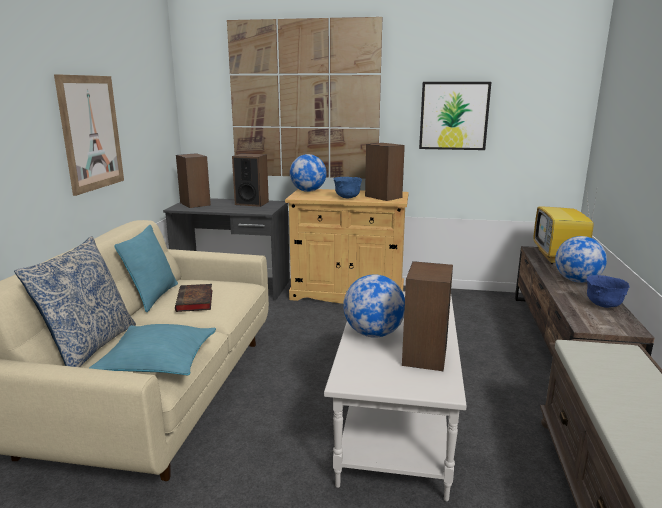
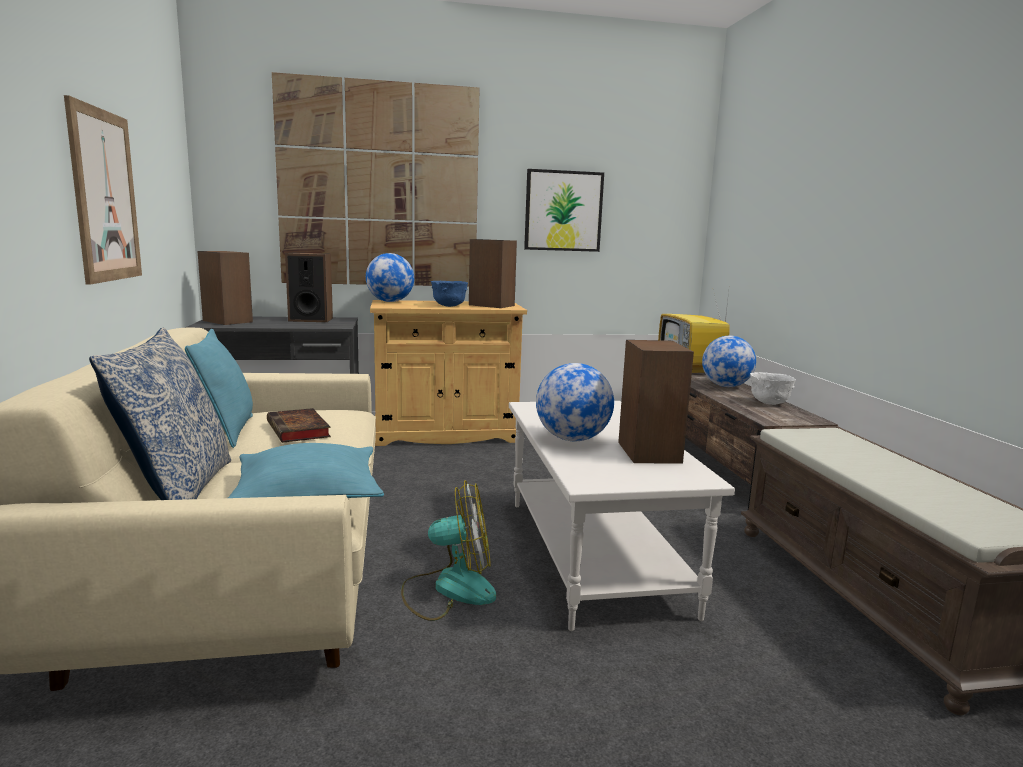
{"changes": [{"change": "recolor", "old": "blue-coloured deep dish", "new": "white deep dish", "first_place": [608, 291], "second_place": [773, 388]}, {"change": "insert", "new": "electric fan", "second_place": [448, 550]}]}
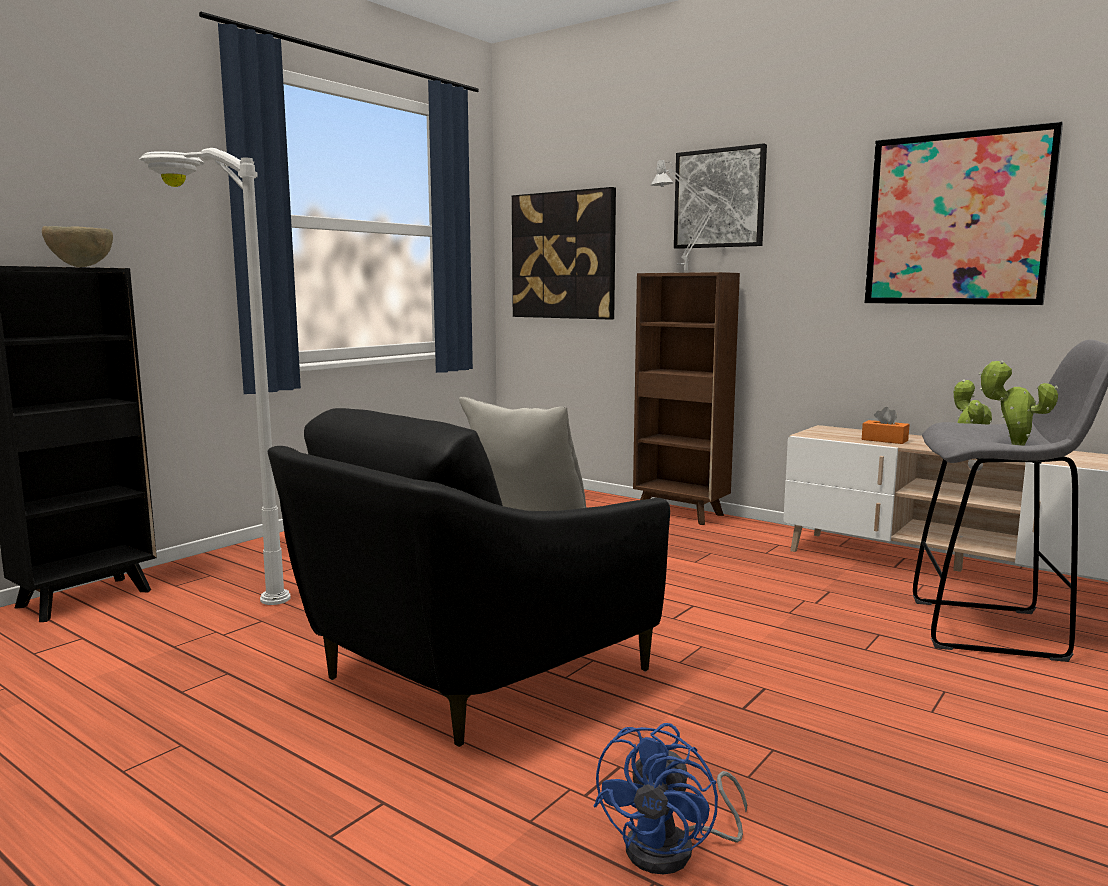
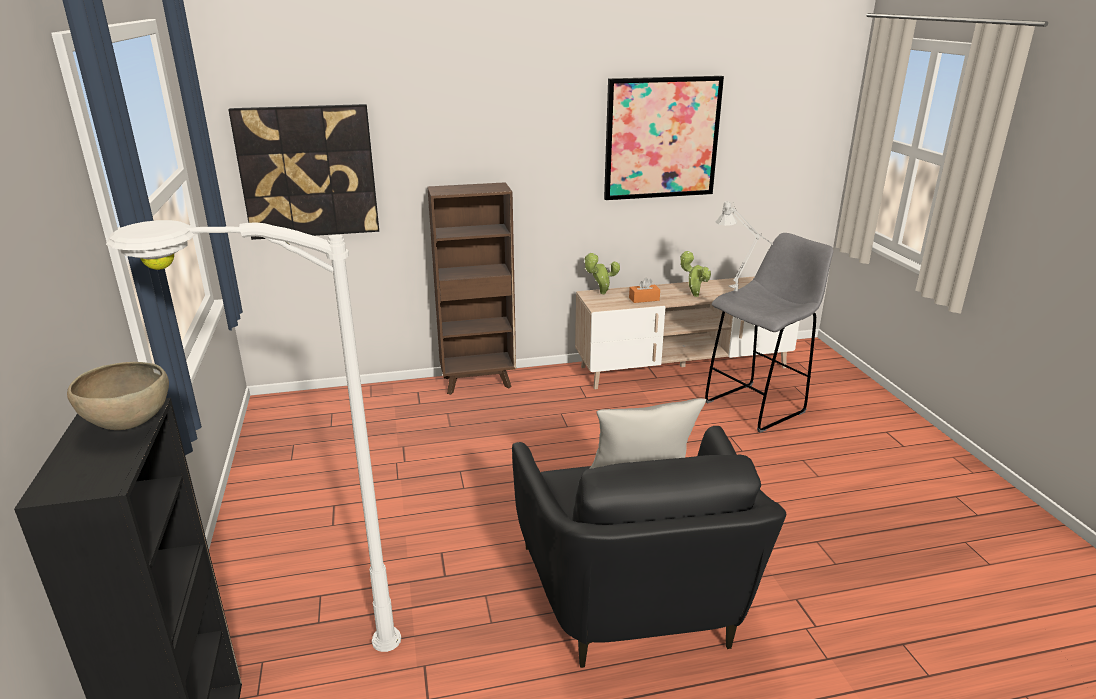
{"changes": [{"change": "delete", "old": "blue-coloured electric fan", "first_place": [670, 798]}, {"change": "move", "old": "greyish table lamp", "first_place": [694, 214], "second_place": [744, 246]}, {"change": "delete", "old": "picture", "first_place": [720, 196]}, {"change": "move", "old": "houseplant", "first_place": [1018, 403], "second_place": [602, 273]}]}
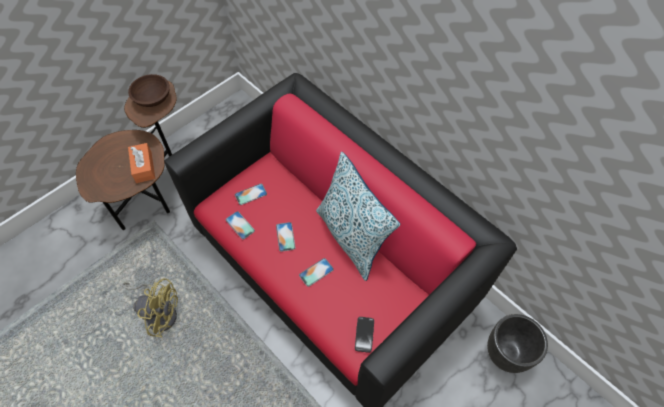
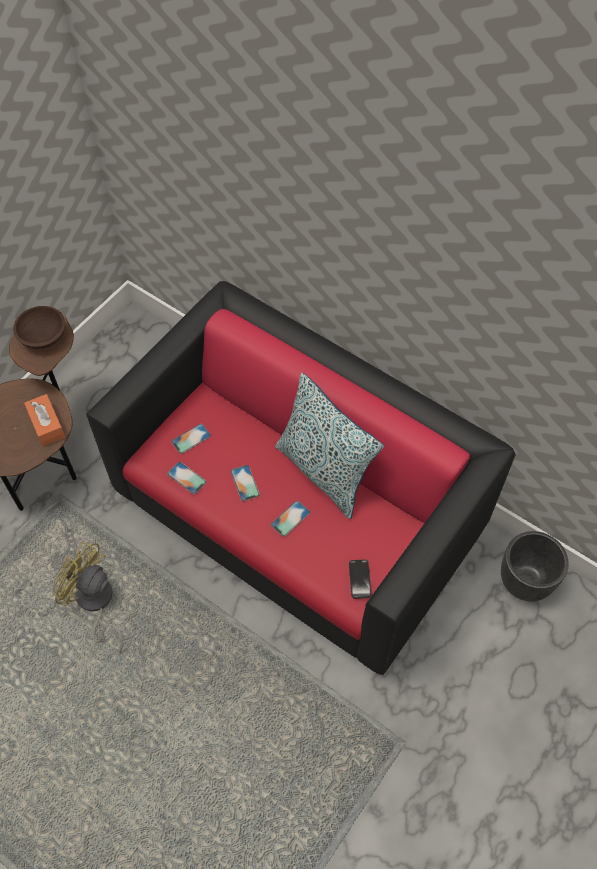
{"changes": [{"change": "rotate", "old": "yellow electric fan", "first_place": [150, 308], "second_place": [88, 597], "degrees": -150}]}
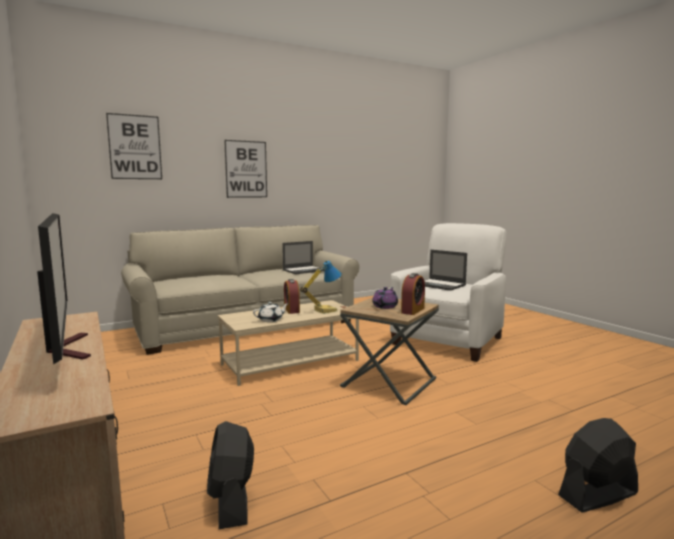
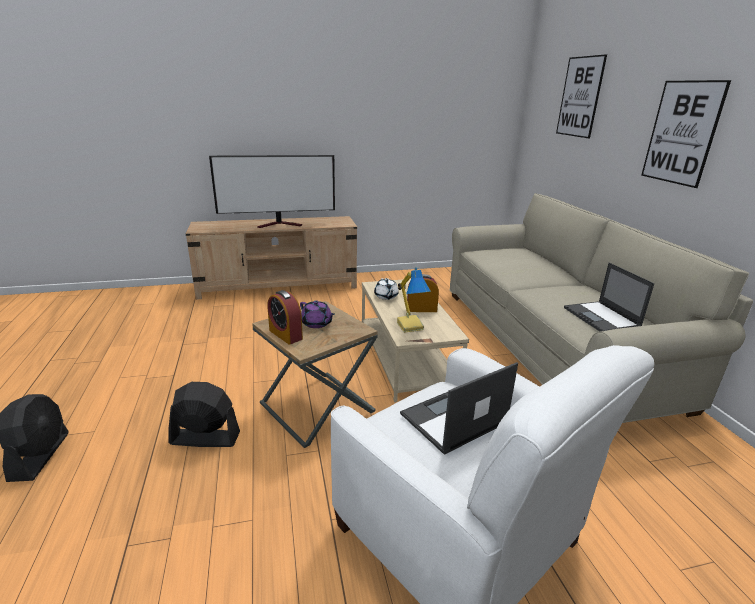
{"changes": [{"change": "move", "old": "black-coloured electric fan", "first_place": [230, 475], "second_place": [204, 414]}]}
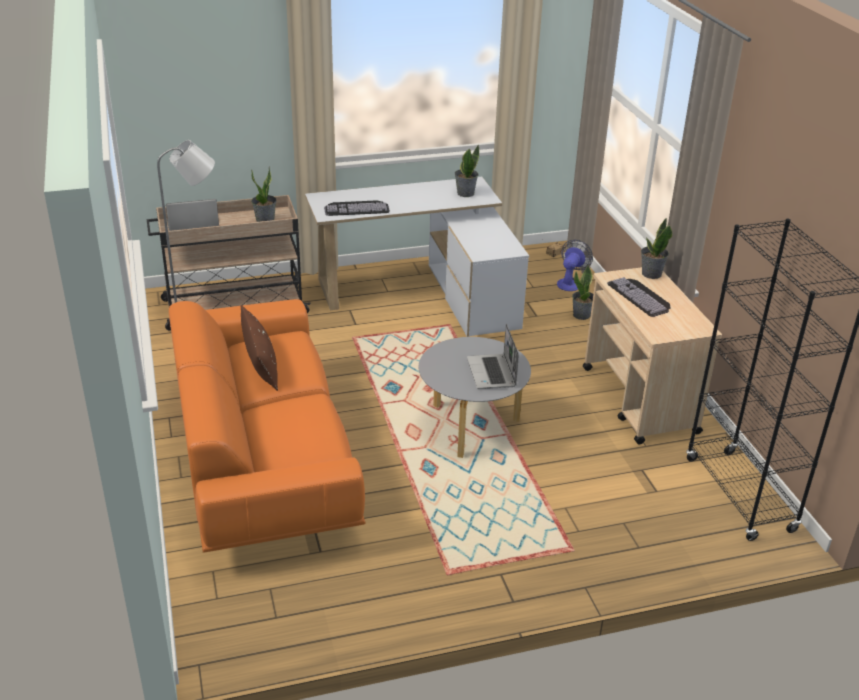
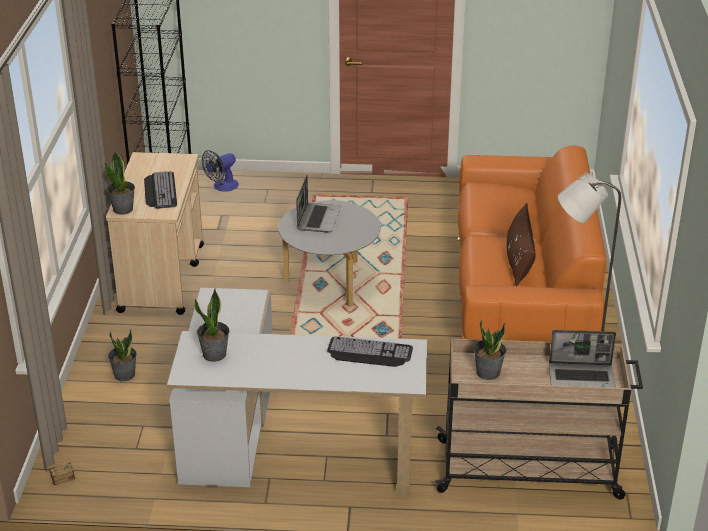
{"changes": [{"change": "move", "old": "electric fan", "first_place": [575, 265], "second_place": [220, 171]}]}
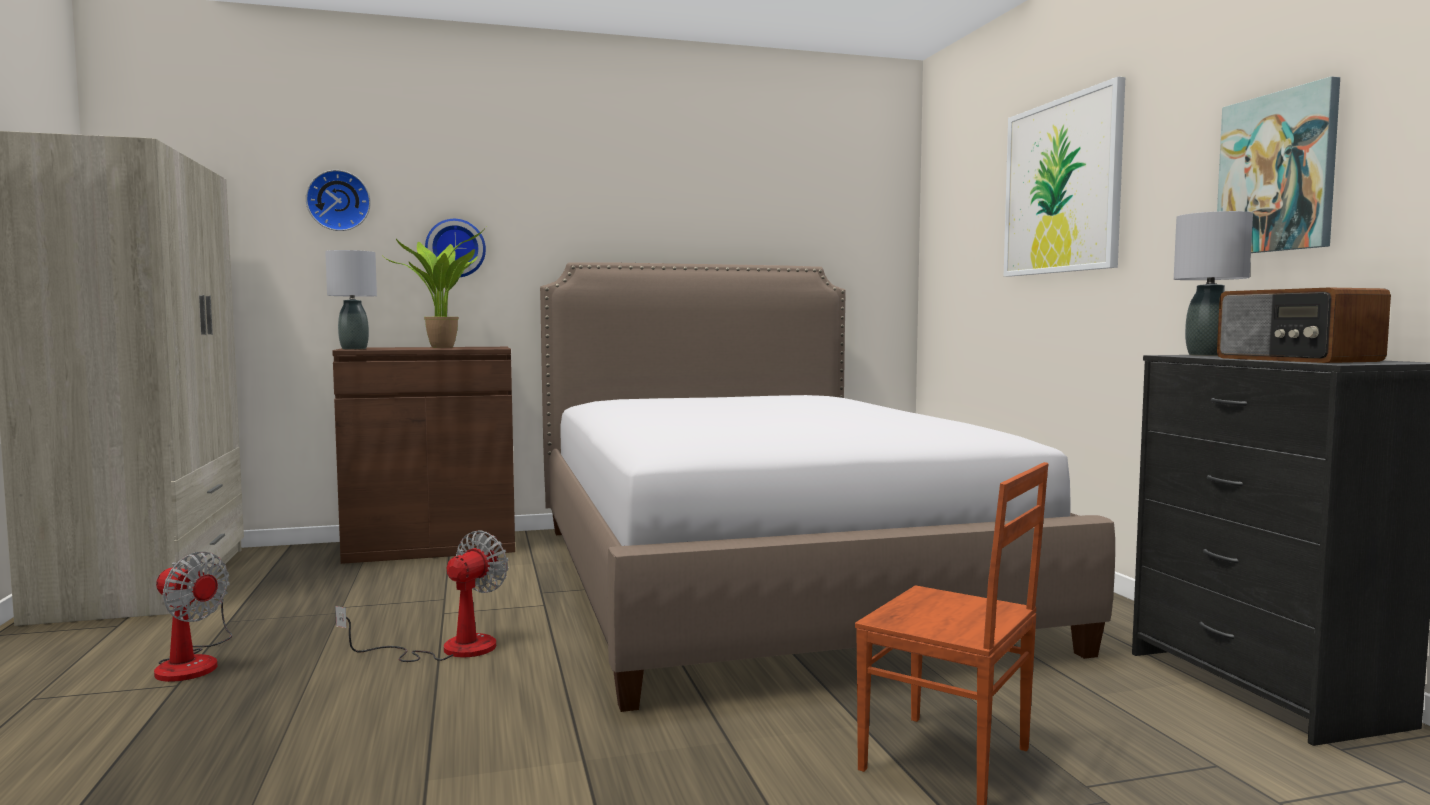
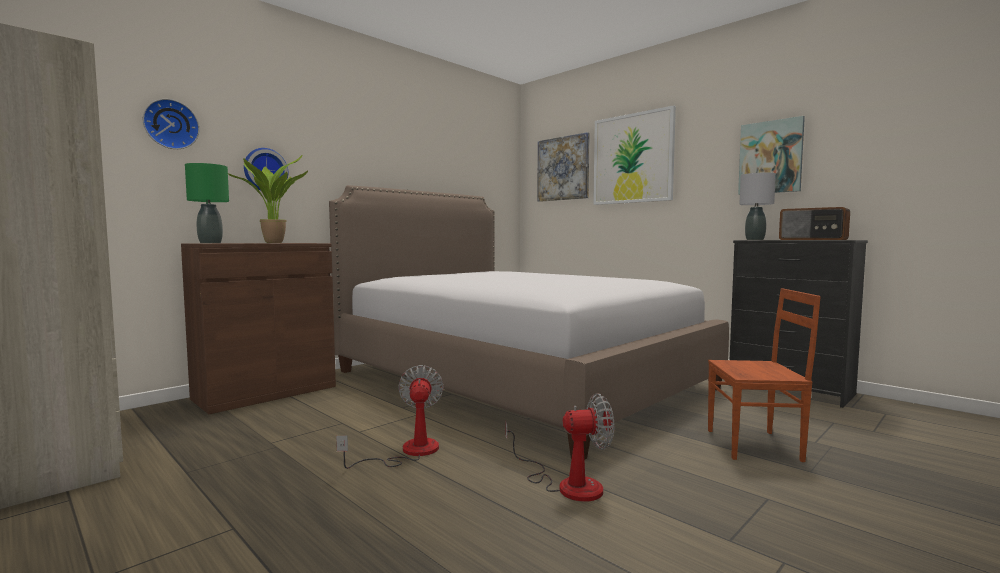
{"changes": [{"change": "move", "old": "electric fan", "first_place": [193, 617], "second_place": [559, 447]}, {"change": "recolor", "old": "greyish table lamp", "new": "green-coloured table lamp", "first_place": [351, 299], "second_place": [207, 203]}, {"change": "insert", "new": "picture", "second_place": [563, 167]}]}
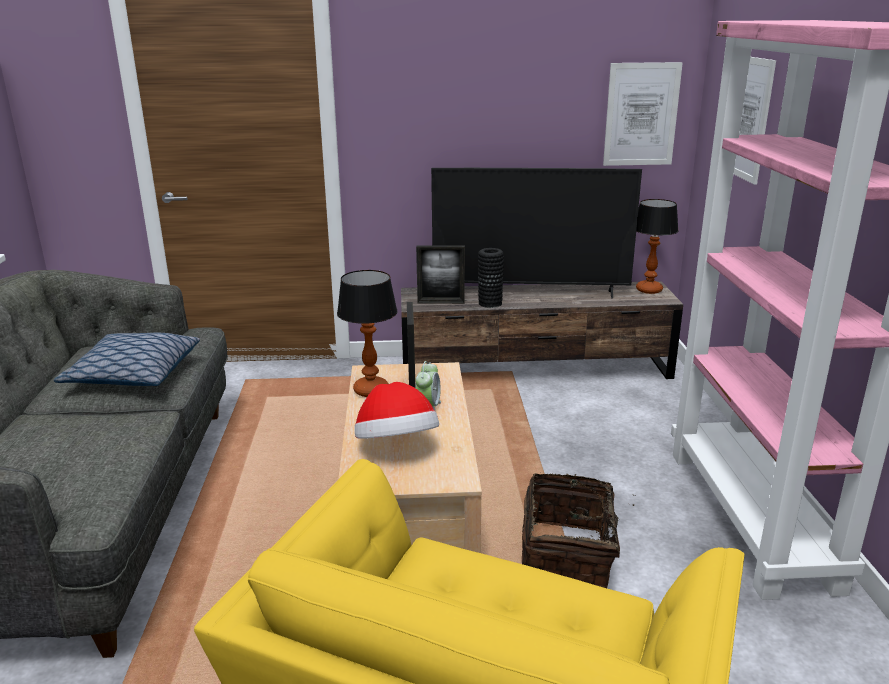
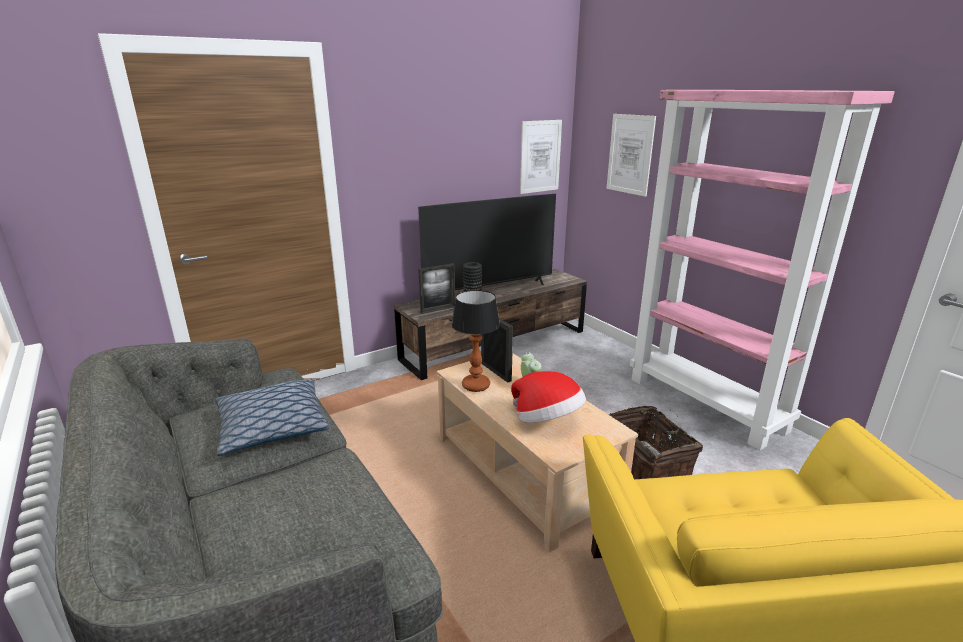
{"changes": [{"change": "delete", "old": "table lamp", "first_place": [657, 246]}]}
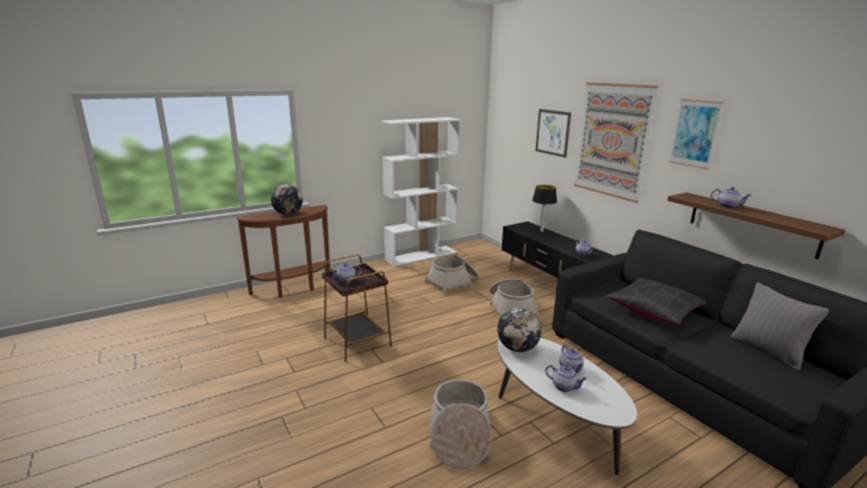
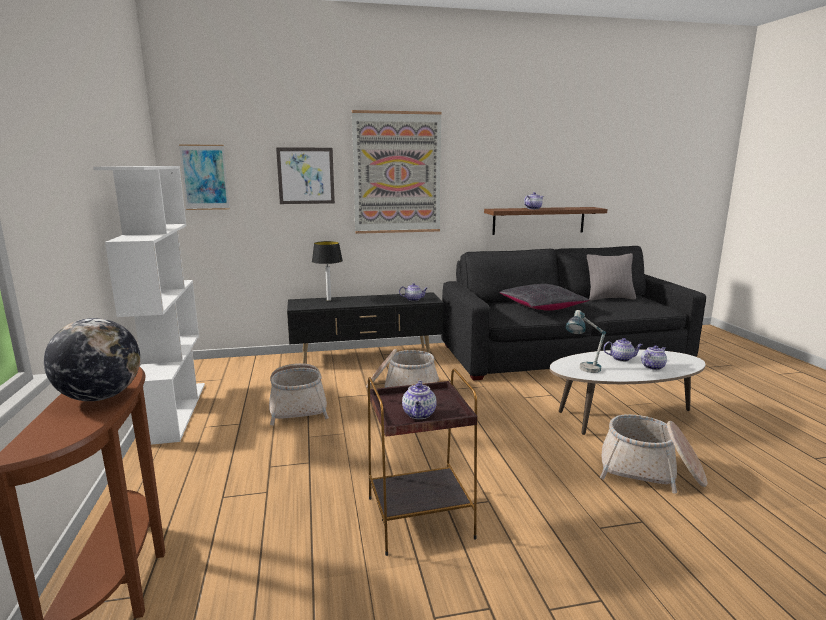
{"changes": [{"change": "replace", "old": "globe", "new": "table lamp", "first_place": [519, 330], "second_place": [586, 341]}, {"change": "move", "old": "picture", "first_place": [696, 134], "second_place": [204, 177]}]}
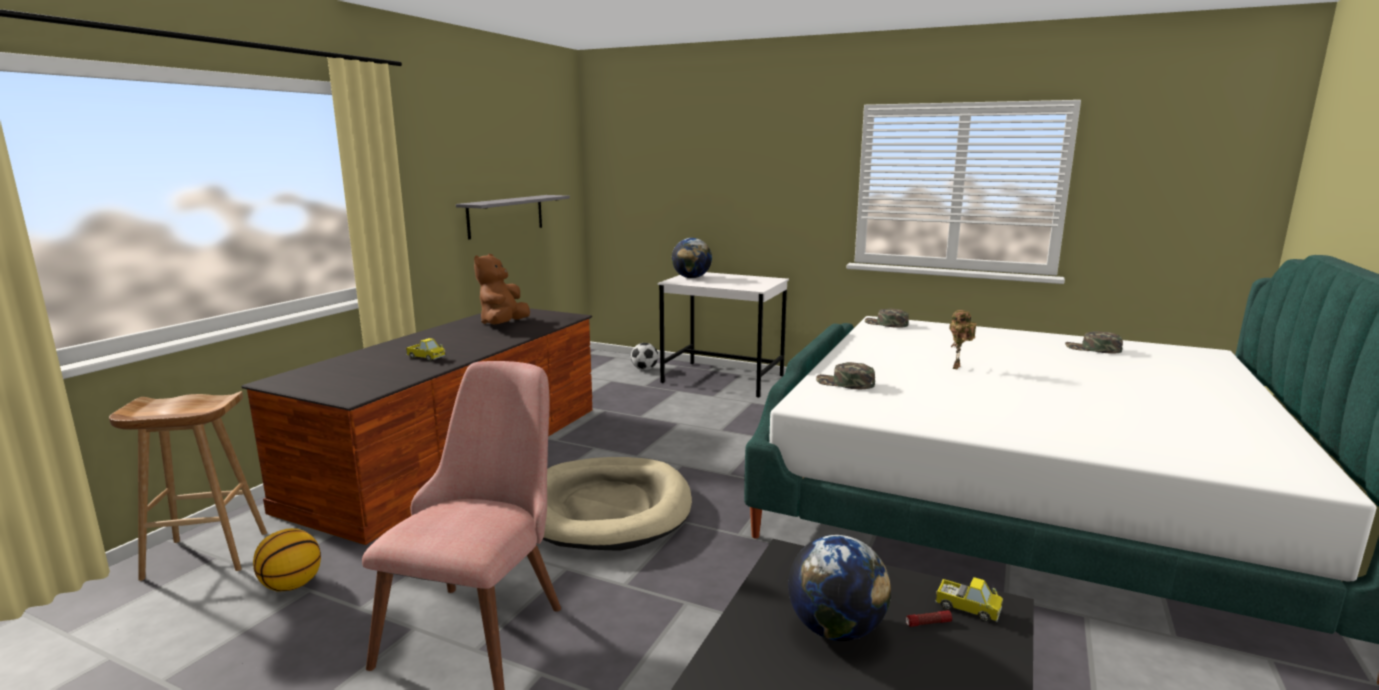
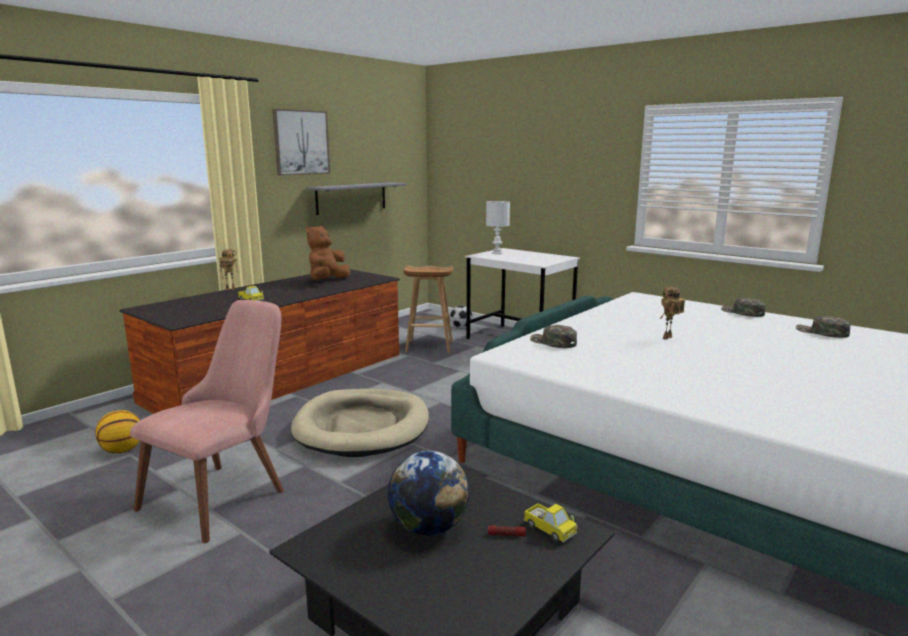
{"changes": [{"change": "move", "old": "brown-coloured sitting stool", "first_place": [188, 486], "second_place": [428, 309]}, {"change": "replace", "old": "globe", "new": "white table lamp", "first_place": [692, 258], "second_place": [498, 227]}, {"change": "move", "old": "green-coloured cap", "first_place": [887, 318], "second_place": [743, 307]}, {"change": "insert", "new": "robot figure", "second_place": [229, 269]}, {"change": "insert", "new": "picture", "second_place": [301, 142]}]}
